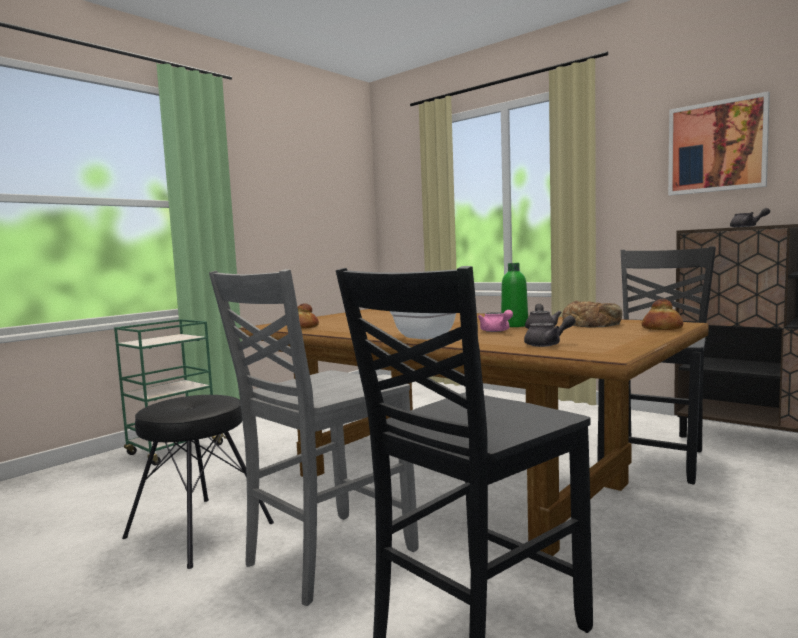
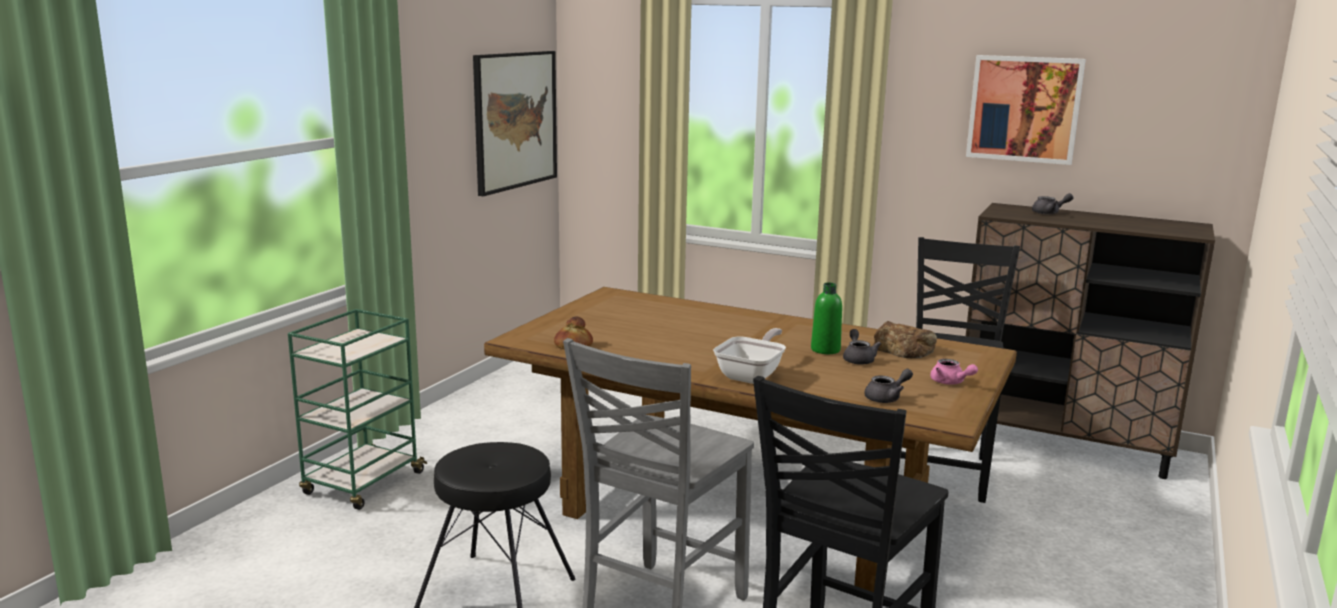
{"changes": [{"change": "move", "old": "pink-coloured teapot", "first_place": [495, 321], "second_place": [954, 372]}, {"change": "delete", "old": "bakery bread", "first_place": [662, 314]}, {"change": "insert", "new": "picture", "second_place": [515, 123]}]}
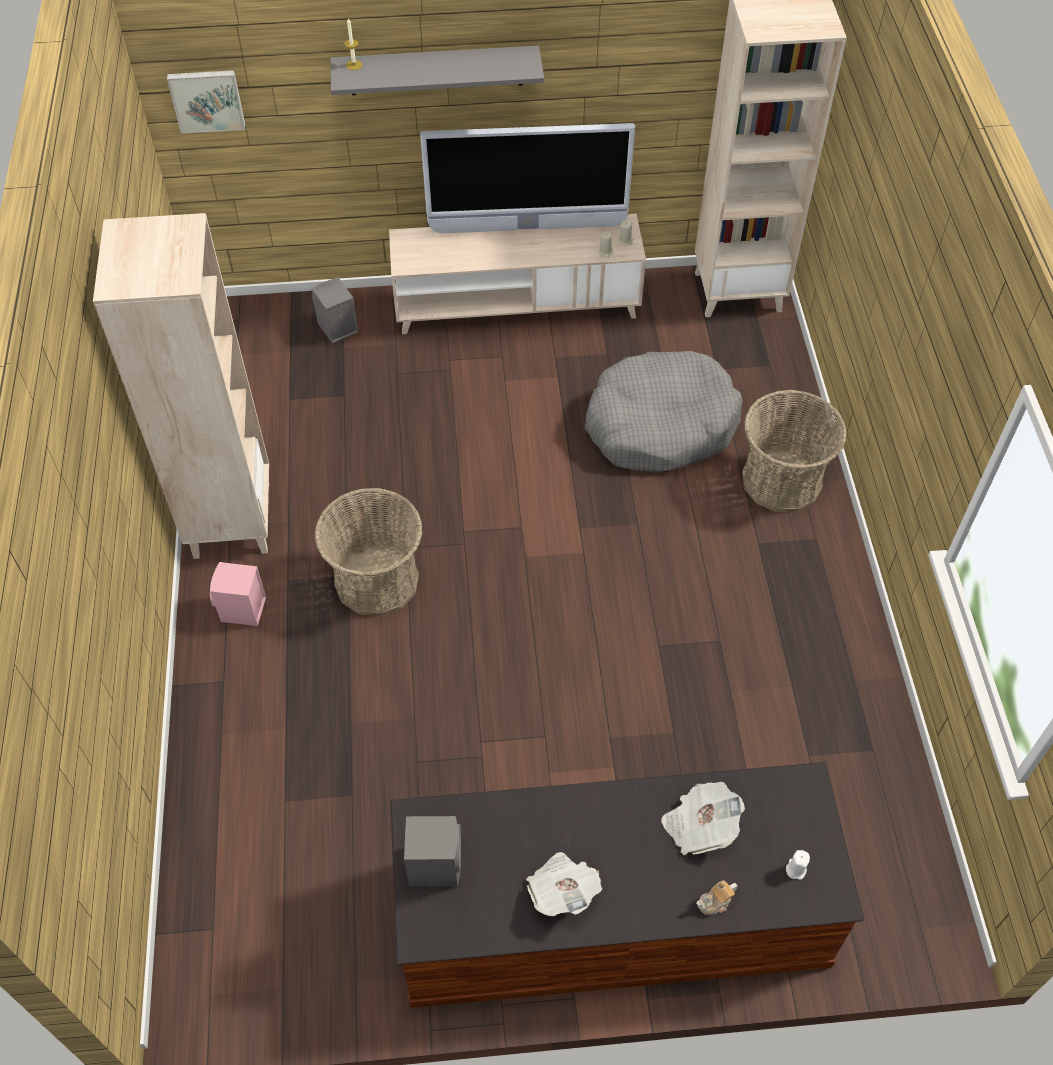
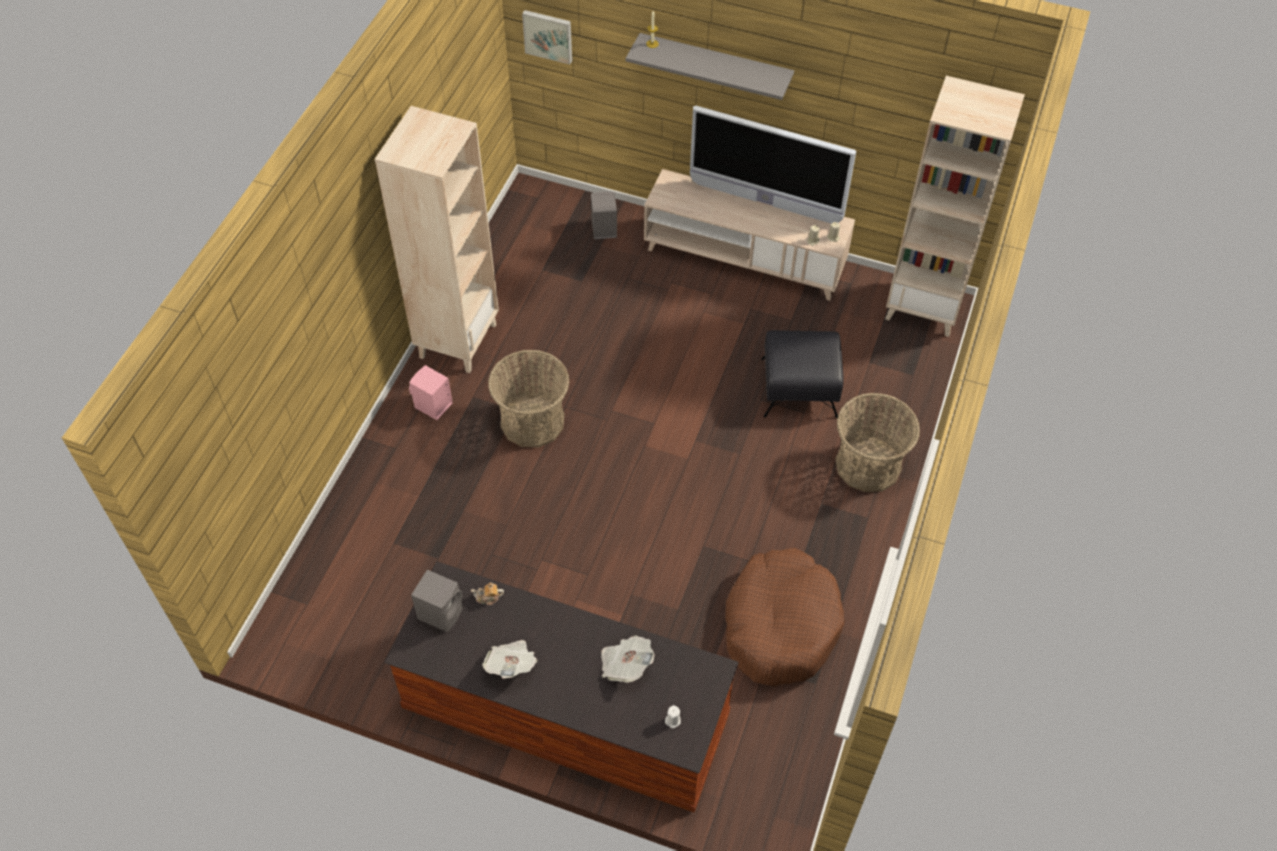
{"changes": [{"change": "replace", "old": "greyish dog cushion", "new": "black-coloured pouffe", "first_place": [663, 411], "second_place": [802, 374]}, {"change": "move", "old": "teapot", "first_place": [717, 897], "second_place": [487, 593]}, {"change": "insert", "new": "brown-coloured dog cushion", "second_place": [785, 617]}]}
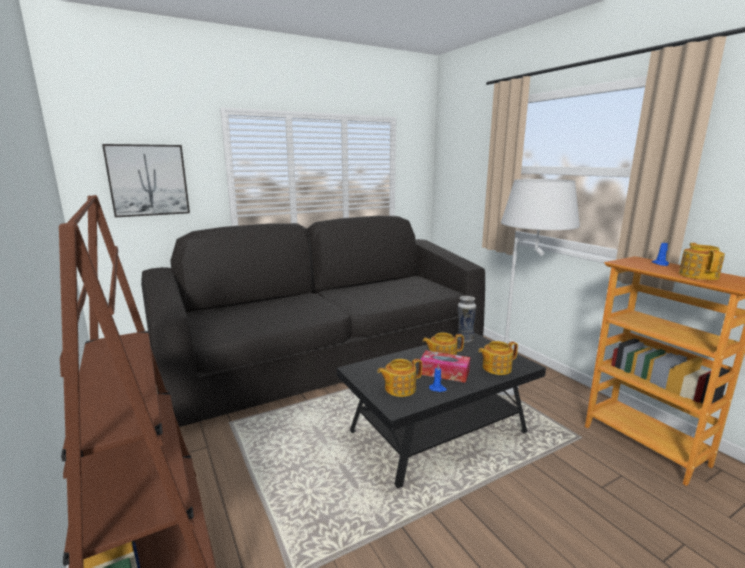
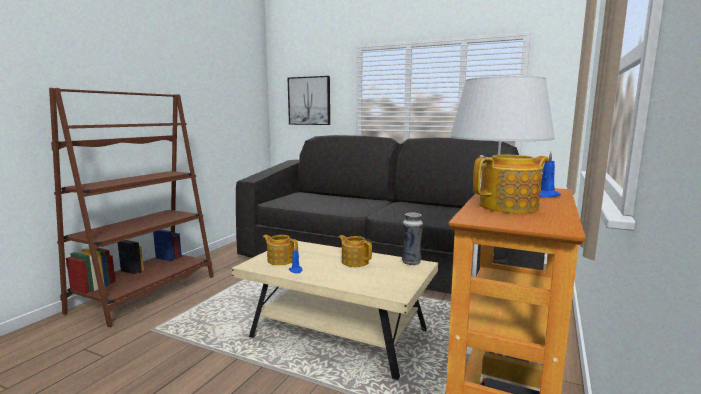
{"changes": [{"change": "recolor", "old": "black-coloured coffee table", "new": "sand-coloured coffee table", "first_place": [441, 410], "second_place": [335, 310]}, {"change": "delete", "old": "tissue box", "first_place": [445, 366]}, {"change": "delete", "old": "teapot", "first_place": [498, 358]}]}
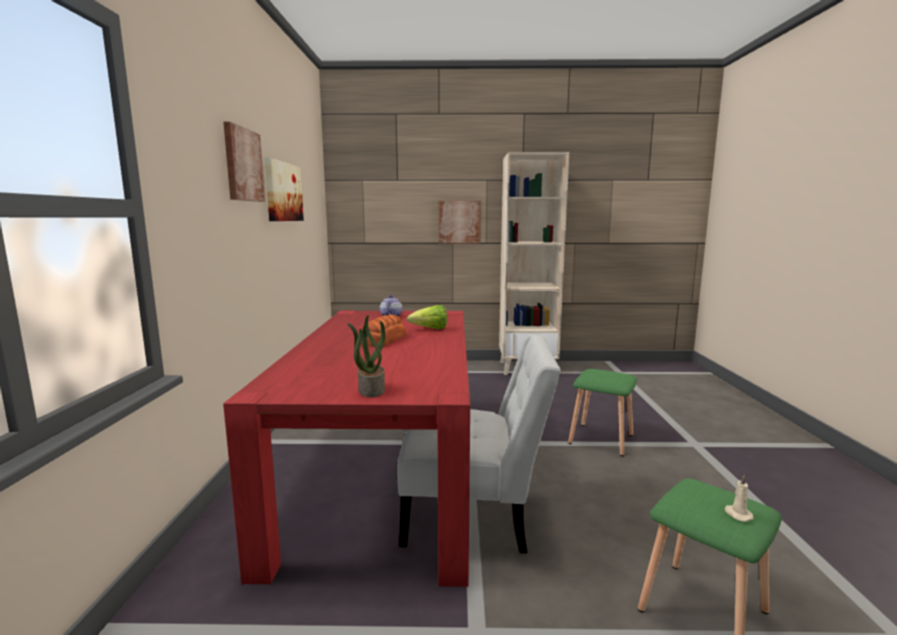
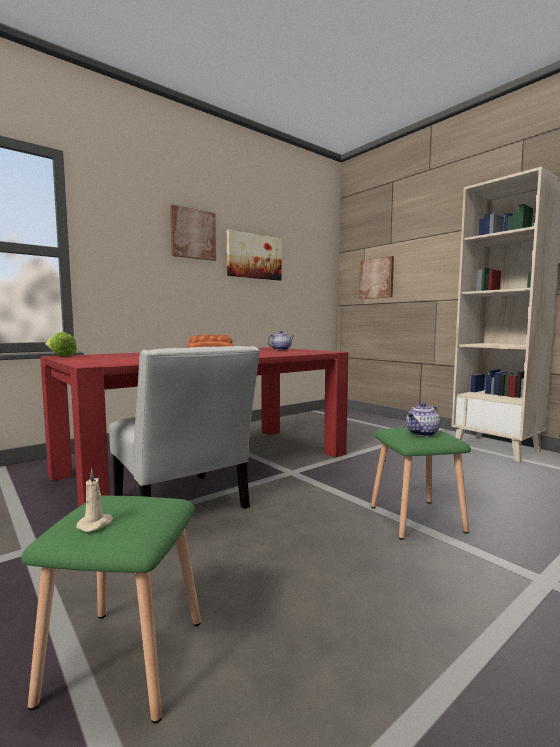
{"changes": [{"change": "delete", "old": "houseplant", "first_place": [366, 356]}, {"change": "move", "old": "lettuce head", "first_place": [426, 317], "second_place": [61, 344]}, {"change": "move", "old": "picture", "first_place": [459, 222], "second_place": [376, 277]}, {"change": "insert", "new": "teapot", "second_place": [423, 419]}]}
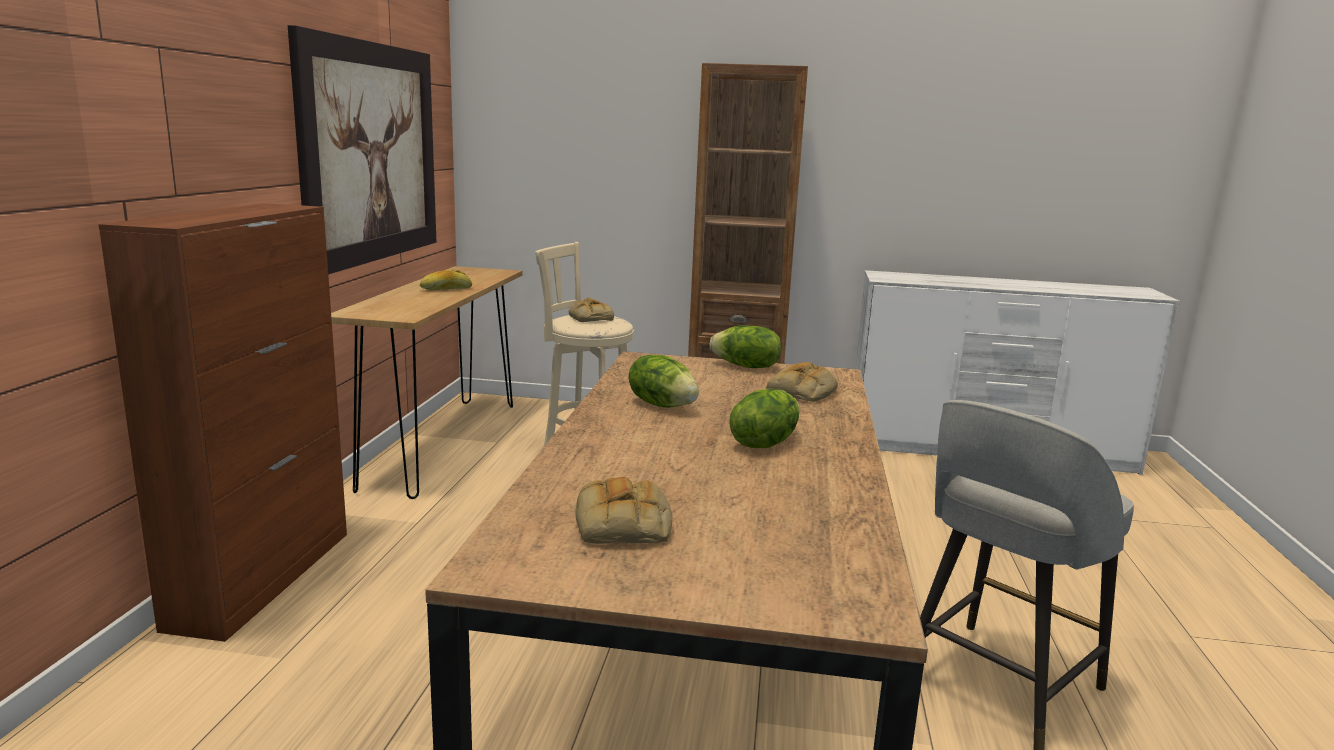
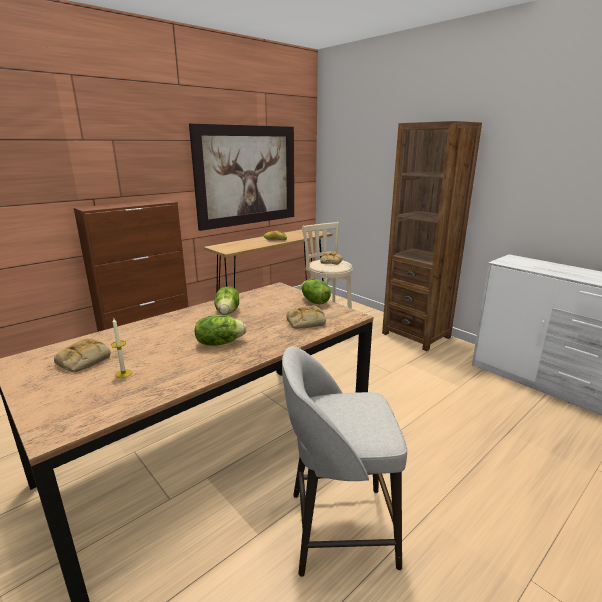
{"changes": [{"change": "insert", "new": "candle", "second_place": [122, 348]}]}
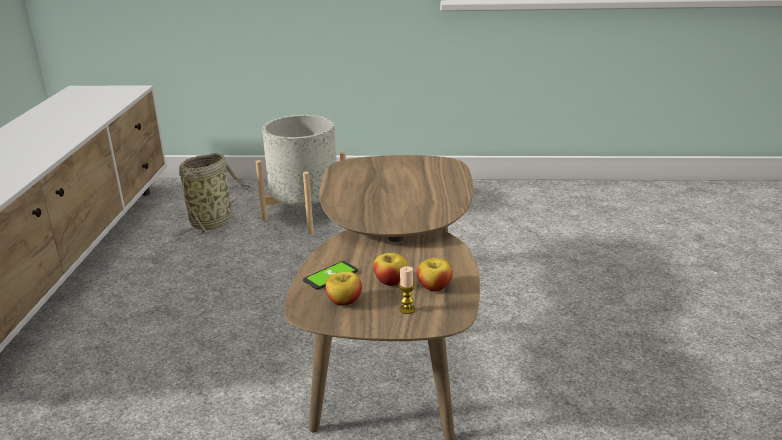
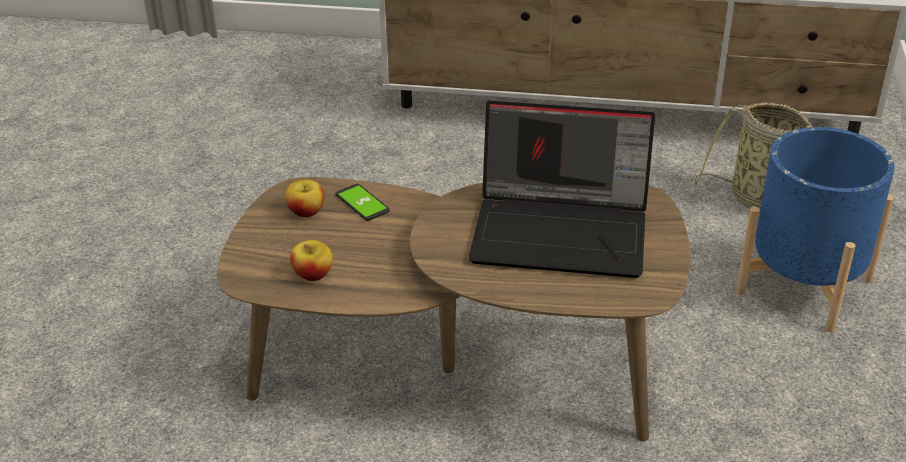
{"changes": [{"change": "recolor", "old": "greyish flower pot", "new": "blue-coloured flower pot", "first_place": [301, 175], "second_place": [815, 230]}, {"change": "delete", "old": "whole apple", "first_place": [390, 269]}, {"change": "delete", "old": "candle", "first_place": [407, 290]}, {"change": "insert", "new": "laptop", "second_place": [562, 189]}]}
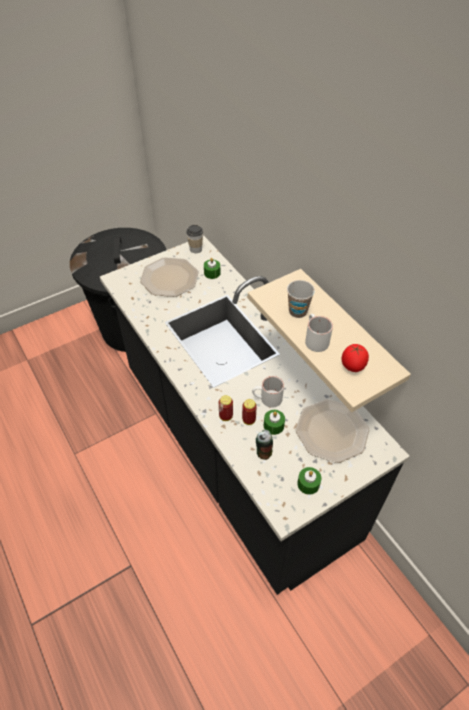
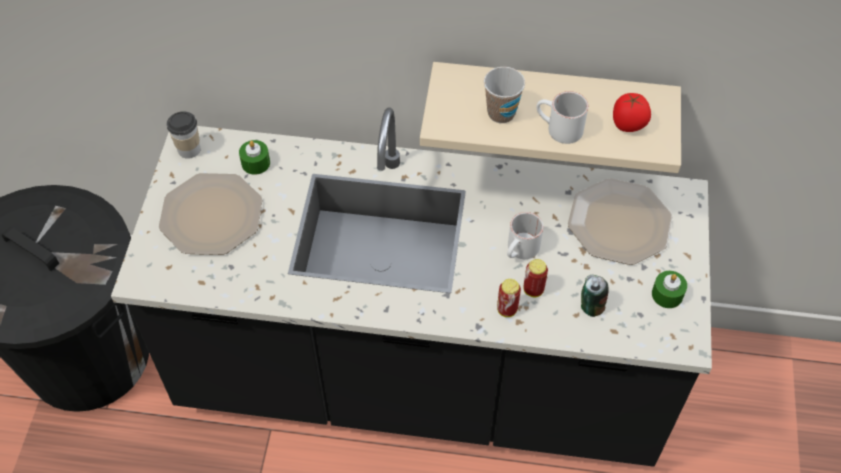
{"changes": [{"change": "delete", "old": "green-coloured candle", "first_place": [274, 422]}]}
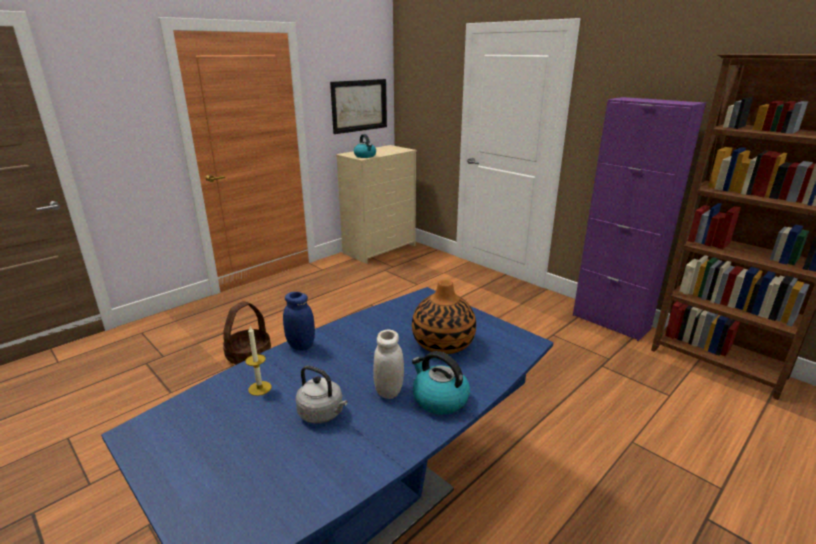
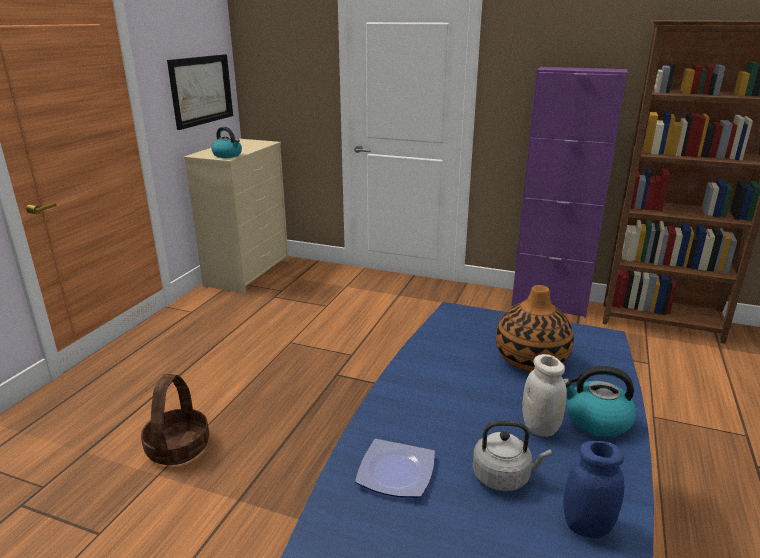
{"changes": [{"change": "replace", "old": "candle", "new": "plate", "first_place": [258, 361], "second_place": [395, 468]}, {"change": "move", "old": "blue-coloured storage jar", "first_place": [299, 321], "second_place": [593, 489]}]}
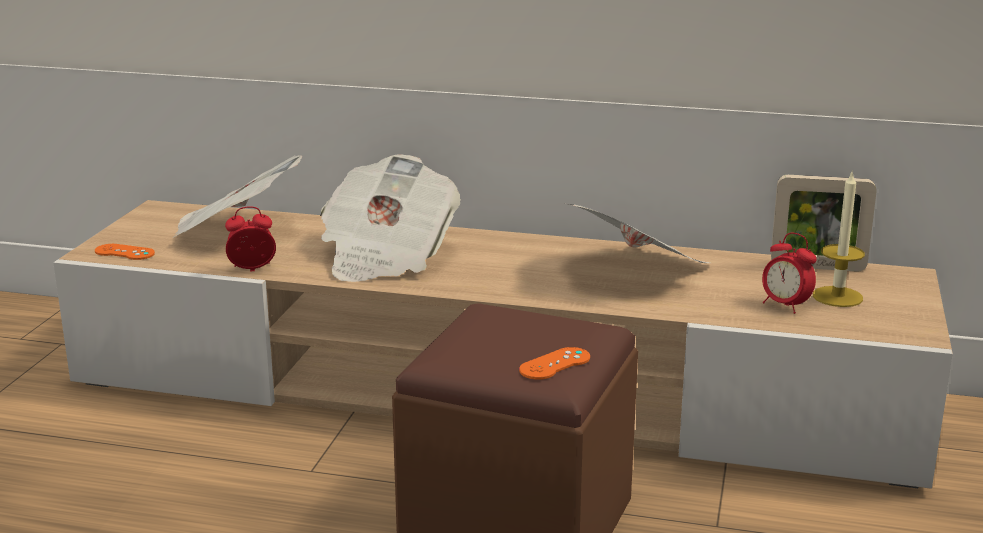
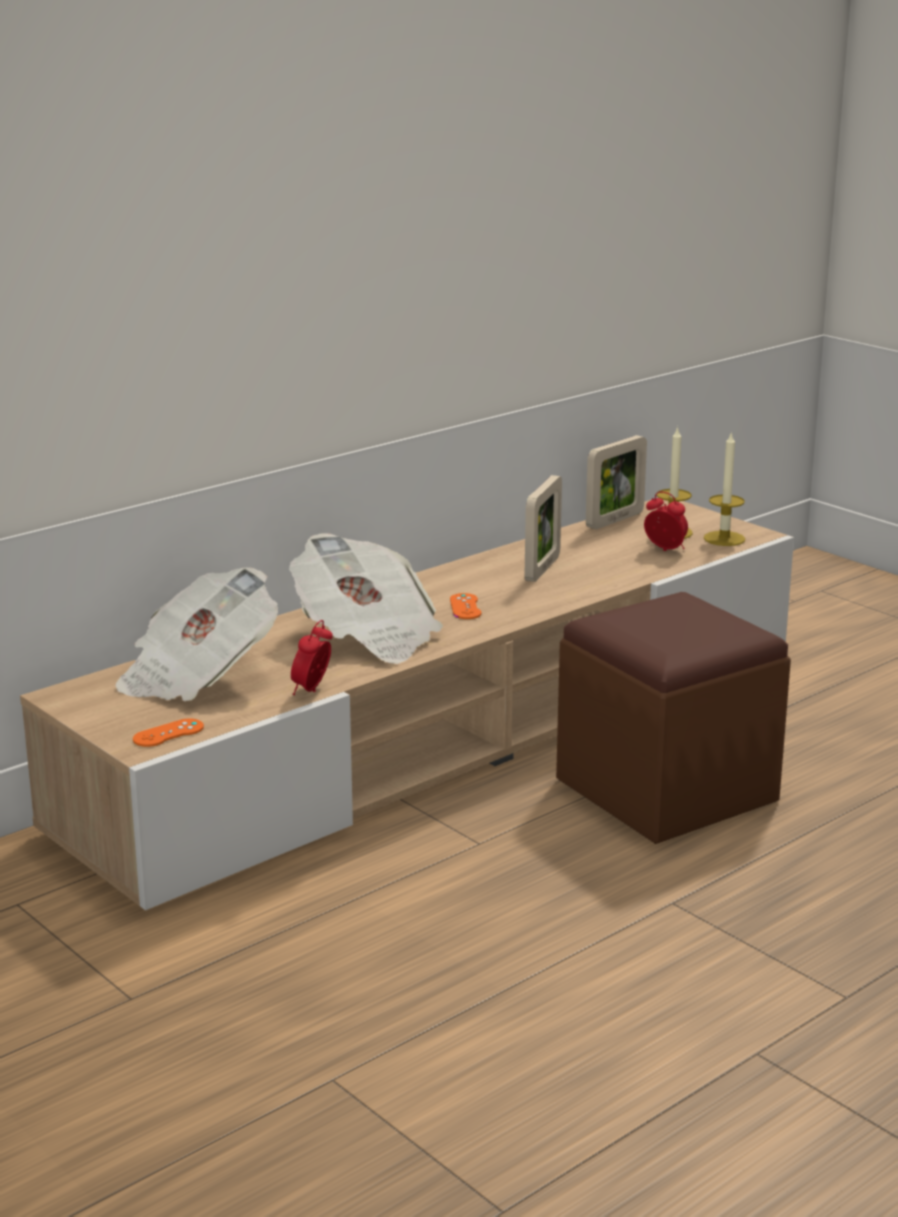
{"changes": [{"change": "move", "old": "orange joypad", "first_place": [554, 363], "second_place": [466, 606]}, {"change": "replace", "old": "printed paper", "new": "photo frame", "first_place": [639, 233], "second_place": [543, 528]}, {"change": "rotate", "old": "alarm clock", "first_place": [789, 273], "second_place": [666, 521], "degrees": -135}, {"change": "insert", "new": "candle", "second_place": [724, 488]}]}
